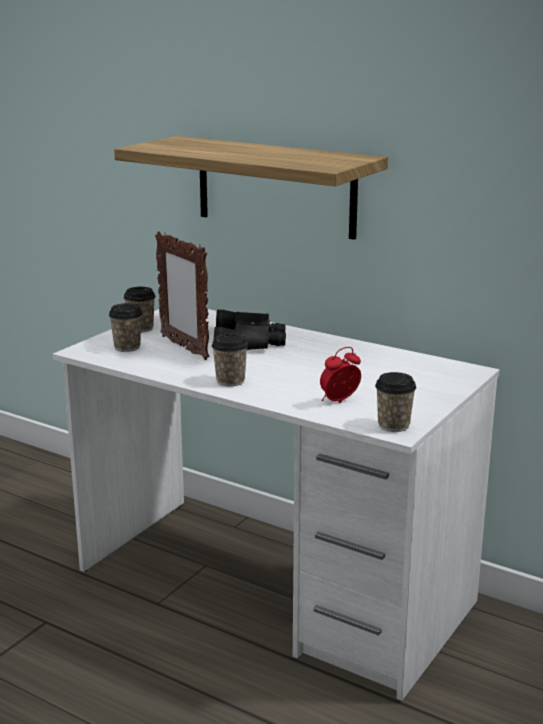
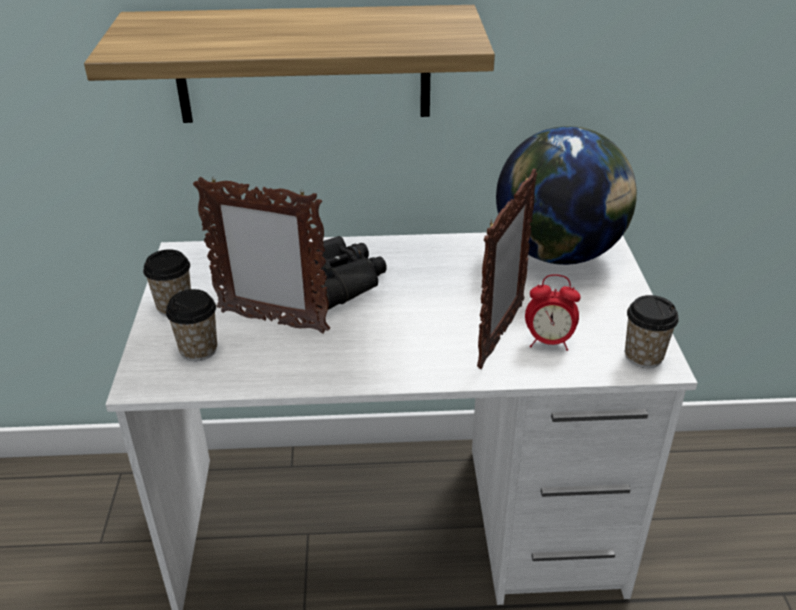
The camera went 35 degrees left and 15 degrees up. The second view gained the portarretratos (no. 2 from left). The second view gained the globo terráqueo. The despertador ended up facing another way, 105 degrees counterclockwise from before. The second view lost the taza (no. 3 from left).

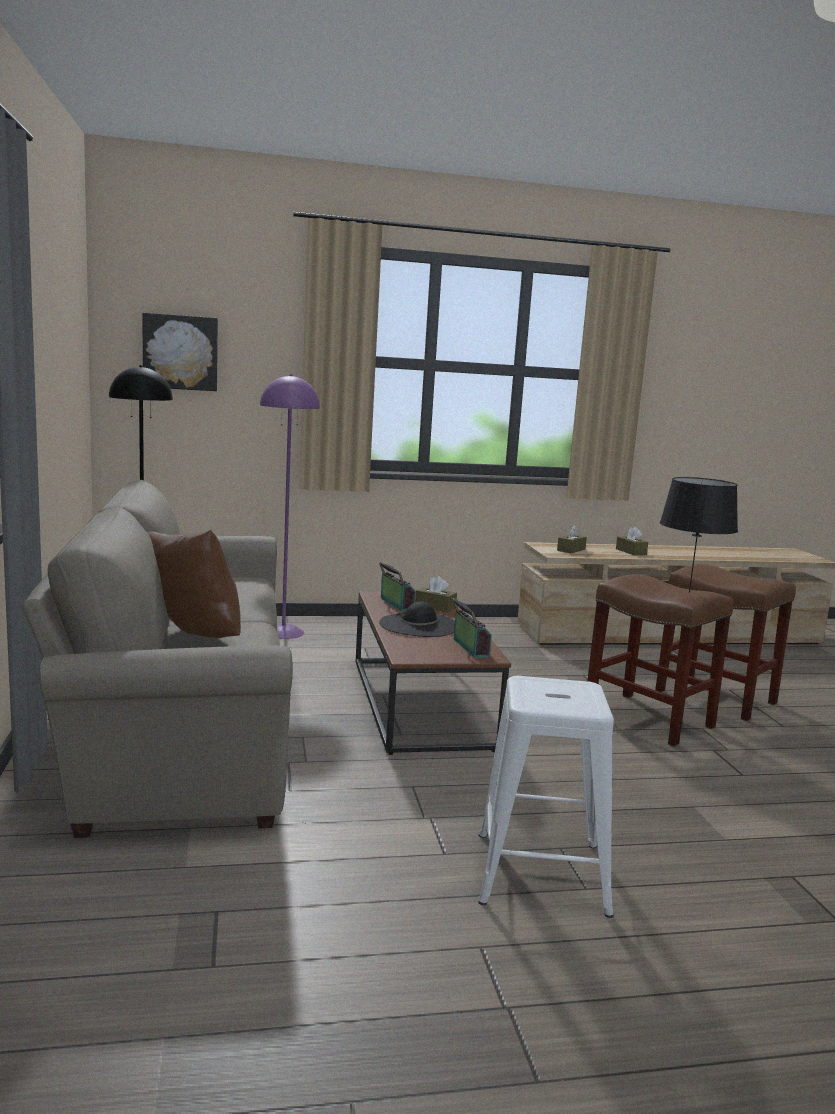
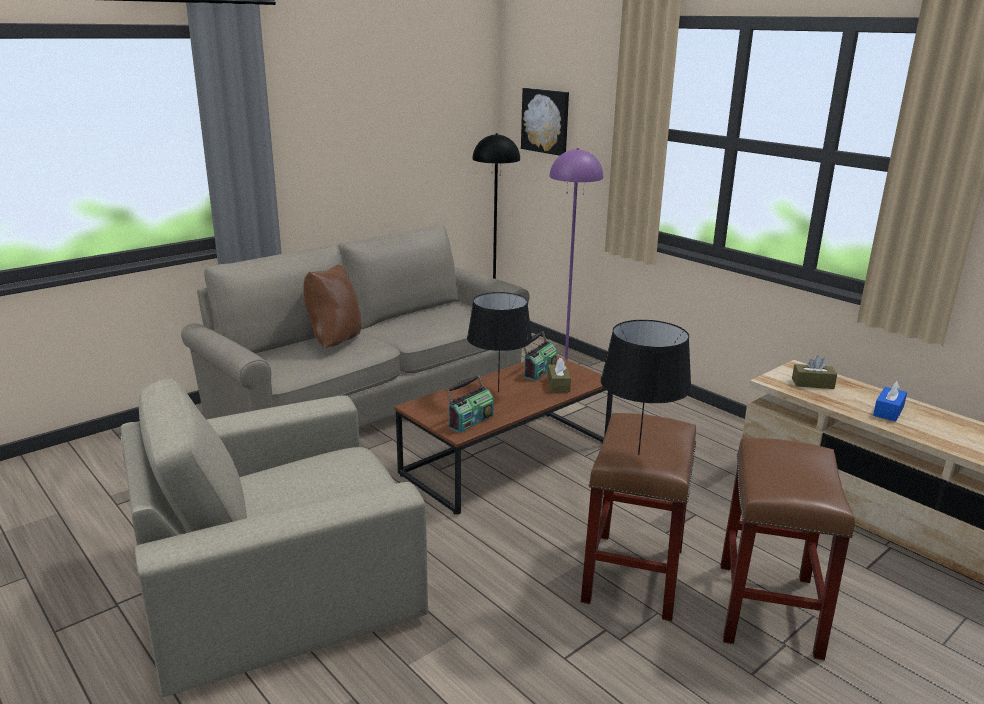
The camera went 60 degrees right and 10 degrees up. Where the taburete/blanco stood, the sillón/beis came to stand. Where the sombrero/negro stood, the lámpara de mesa/negro (no. 1 from left) came to stand. What was the caja de pañuelos/marrón (no. 3 from left) turned into the caja de pañuelos/azul.

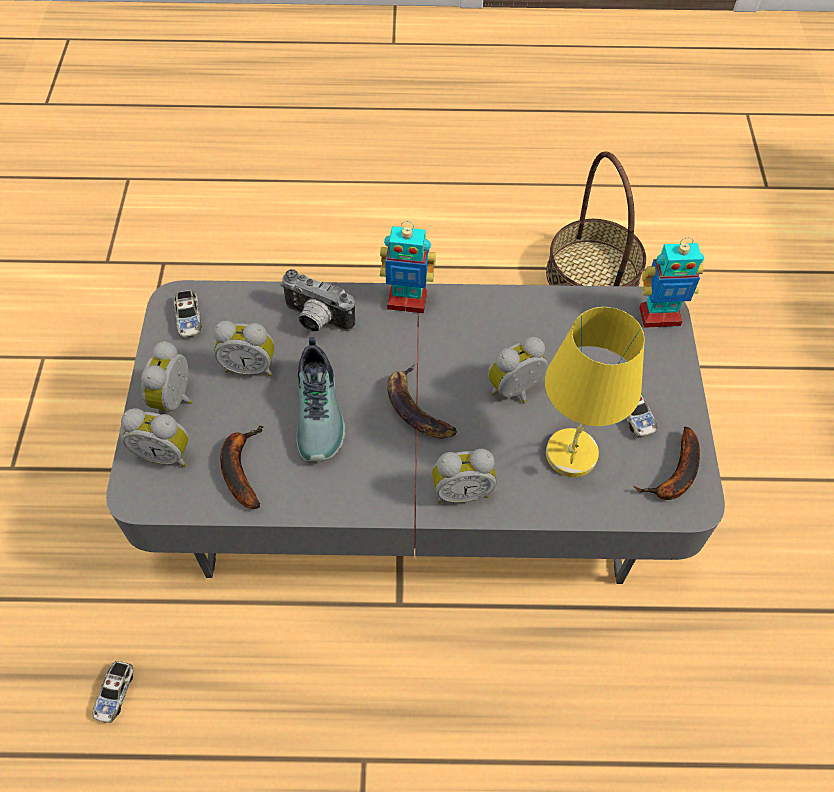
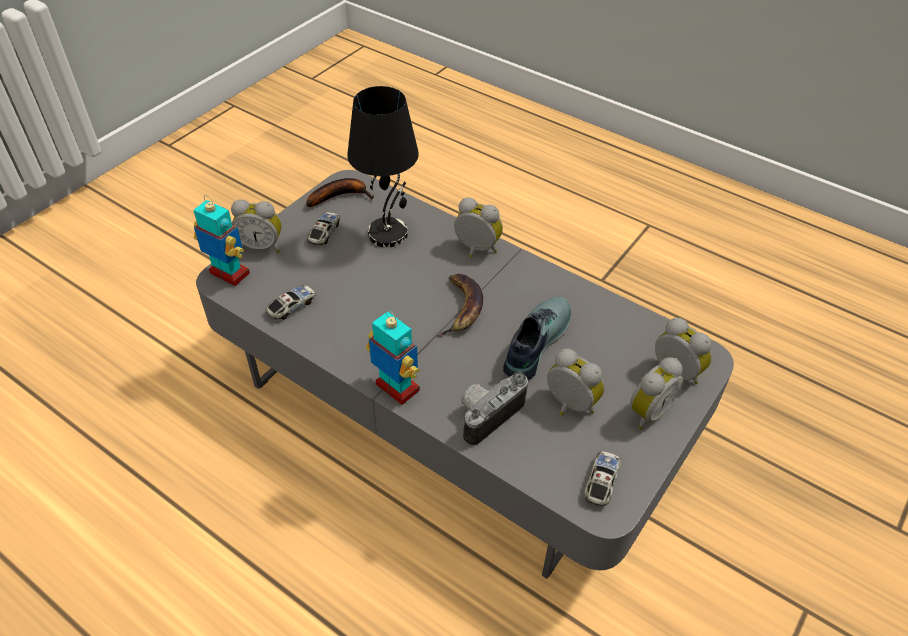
The camera went 145 degrees left and 10 degrees down. The despertador (no. 5 from left in the first image) ended up elsewhere. The coche de juguete (no. 1 from left) ended up elsewhere. What was the lámpara de mesa/amarillo turned into the lámpara de mesa/negro. The cámara ended up facing another way, 105 degrees counterclockwise from before. The second view lost the plátano (no. 1 from left). The second view lost the cesta.

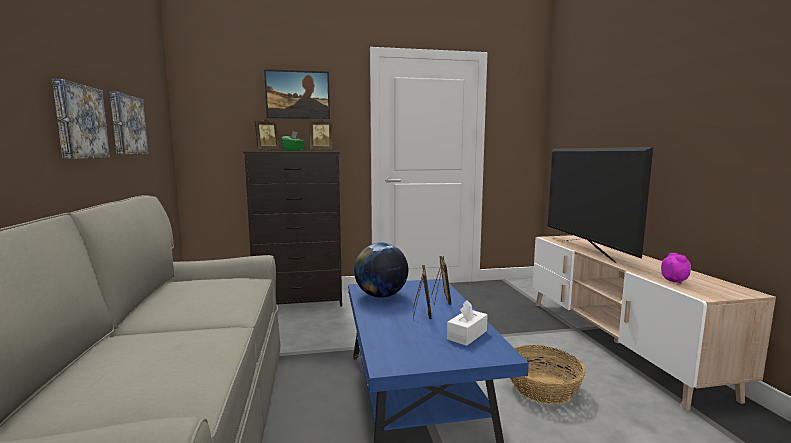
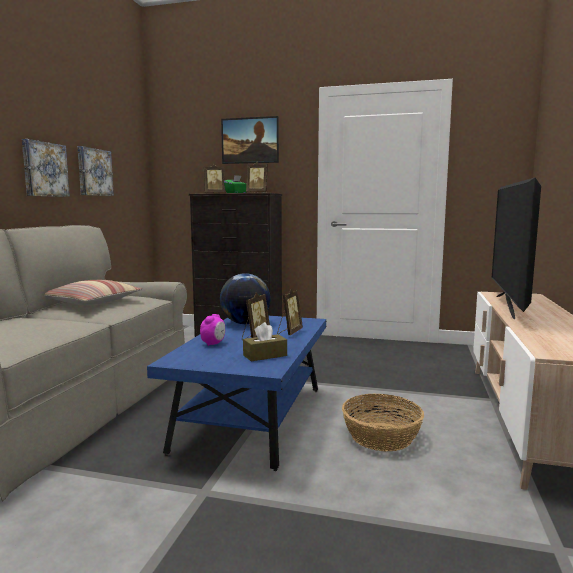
The camera went 25 degrees right and 0 degrees up. The second view gained the cojín. The despertador ended up elsewhere. What was the caja de pañuelos/blanco turned into the caja de pañuelos/marrón.

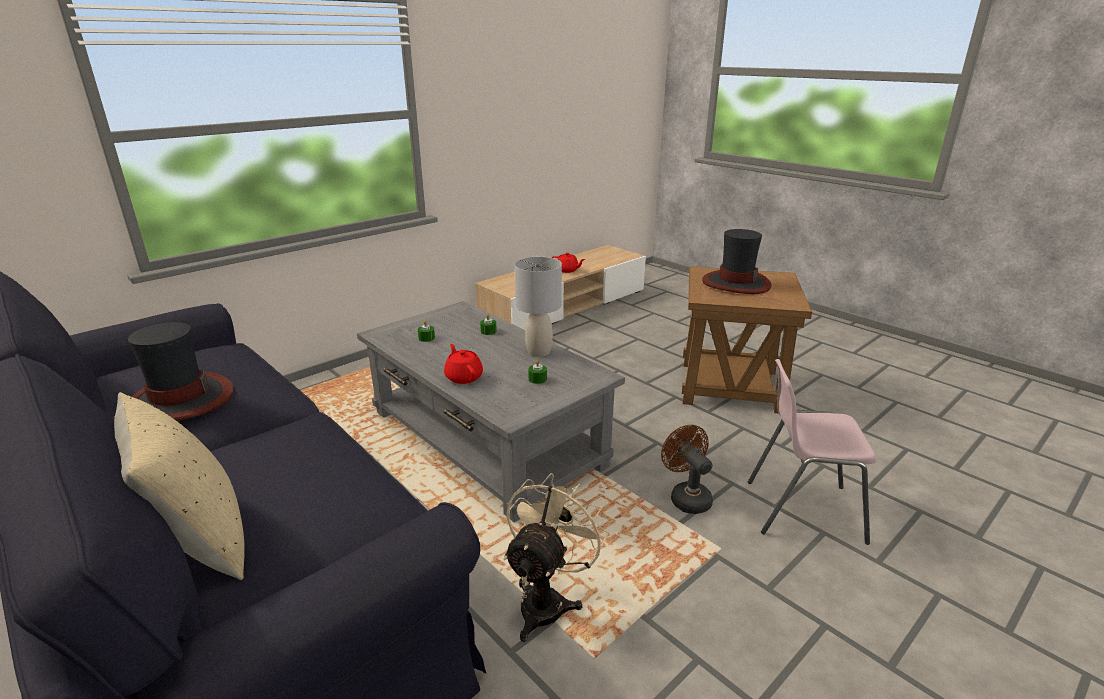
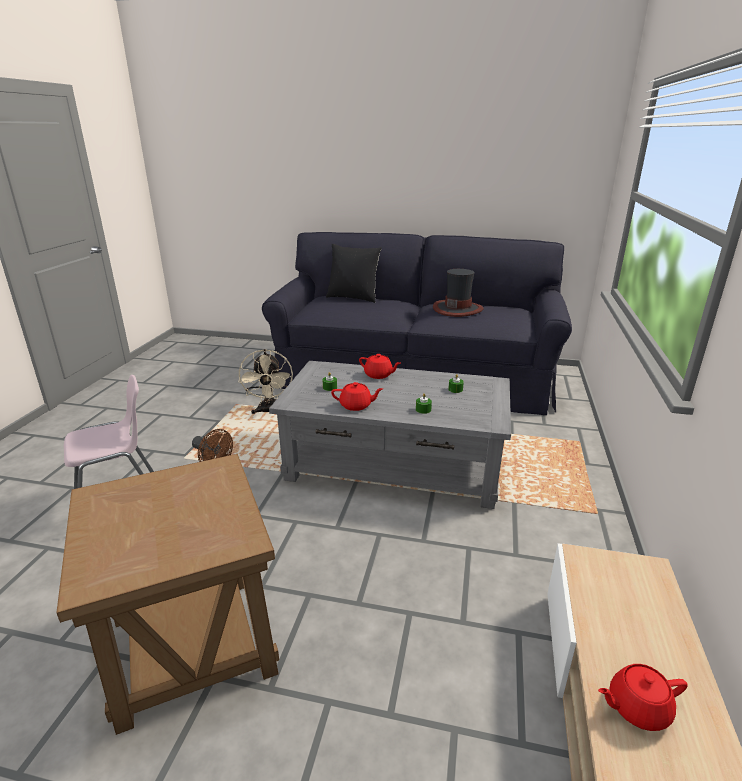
The camera went 145 degrees right and 0 degrees up. What was the cojín/beis turned into the cojín/negro. Where the lámpara de mesa/gris stood, the tetera/rojo (no. 1 from left) came to stand. The second view lost the sombrero (no. 2 from left).

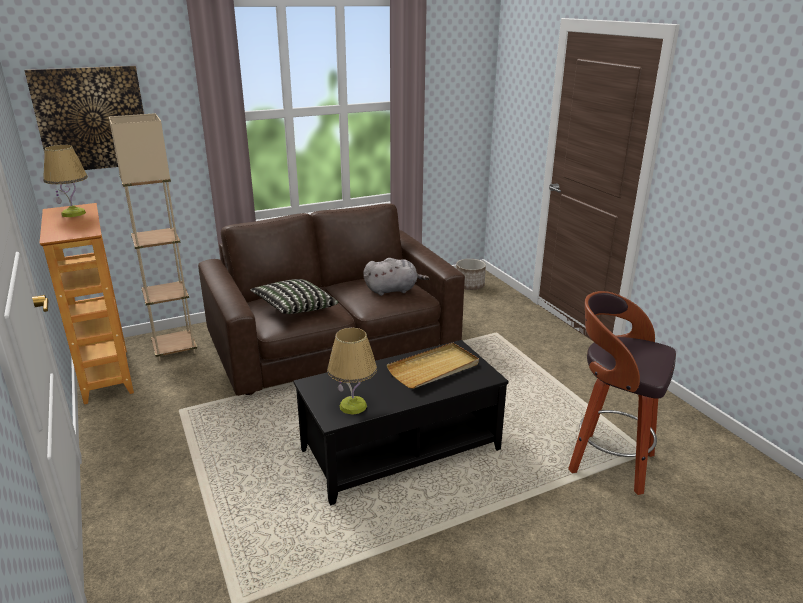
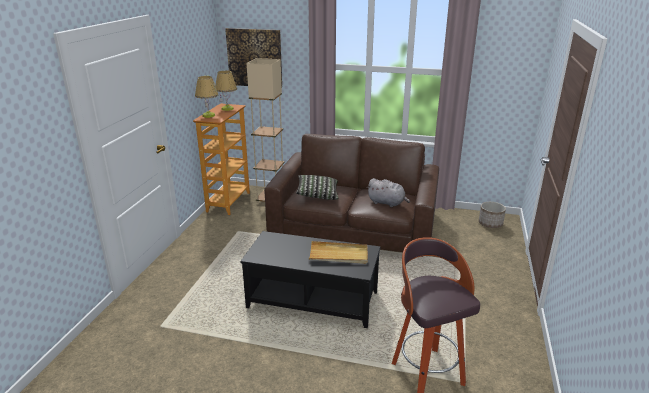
The camera went 40 degrees right and 0 degrees up. The lámpara de mesa (no. 2 from left in the first image) ended up elsewhere.

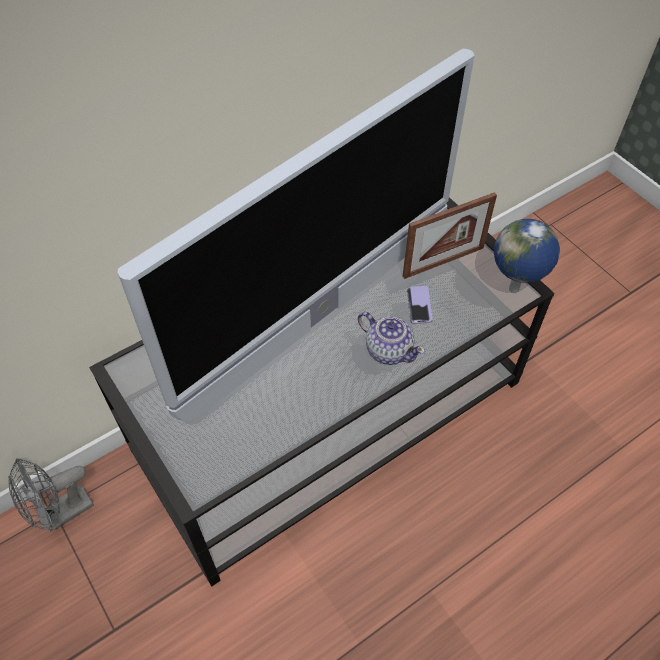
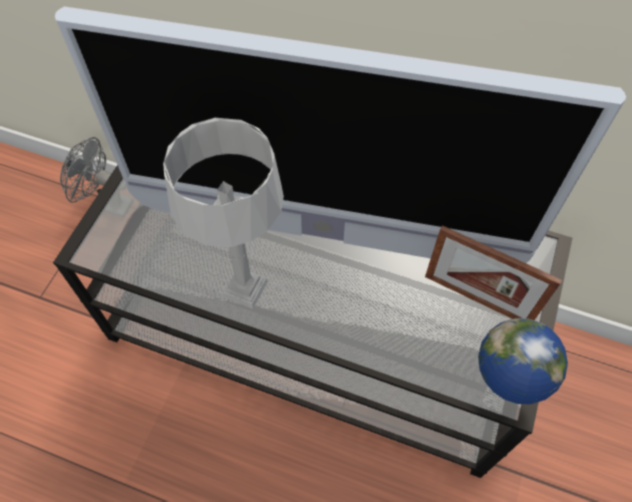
The camera went 55 degrees right and 5 degrees up. The second view gained the lámpara de mesa/gris. The second view lost the tetera. The second view lost the móvil.

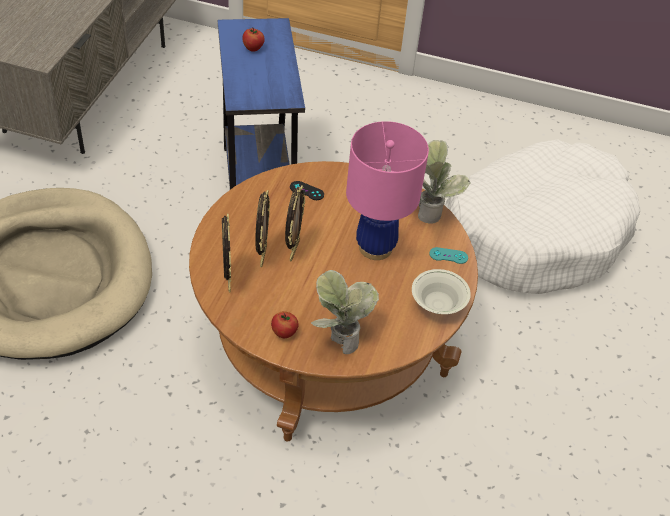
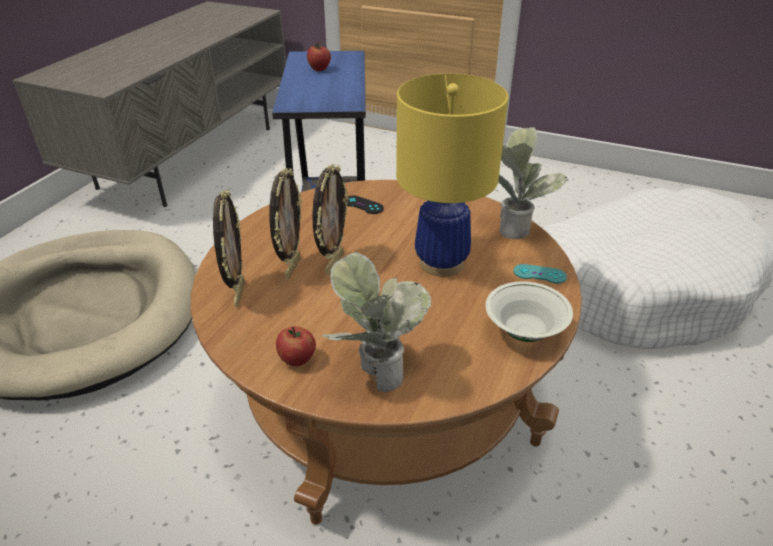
The camera went 10 degrees right and 10 degrees down. What was the lámpara de mesa/rosa turned into the lámpara de mesa/amarillo.

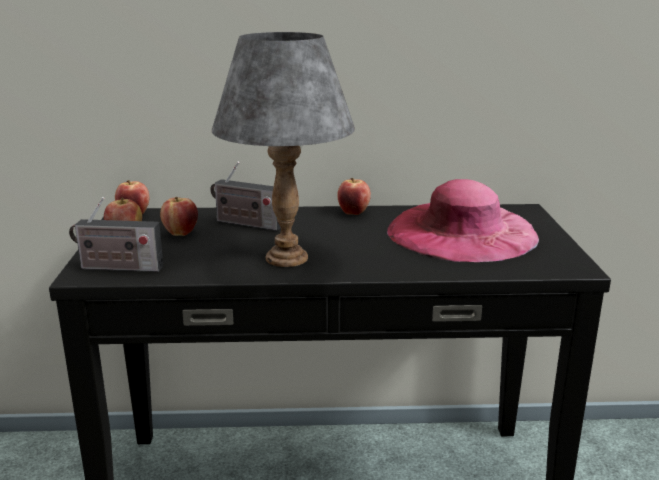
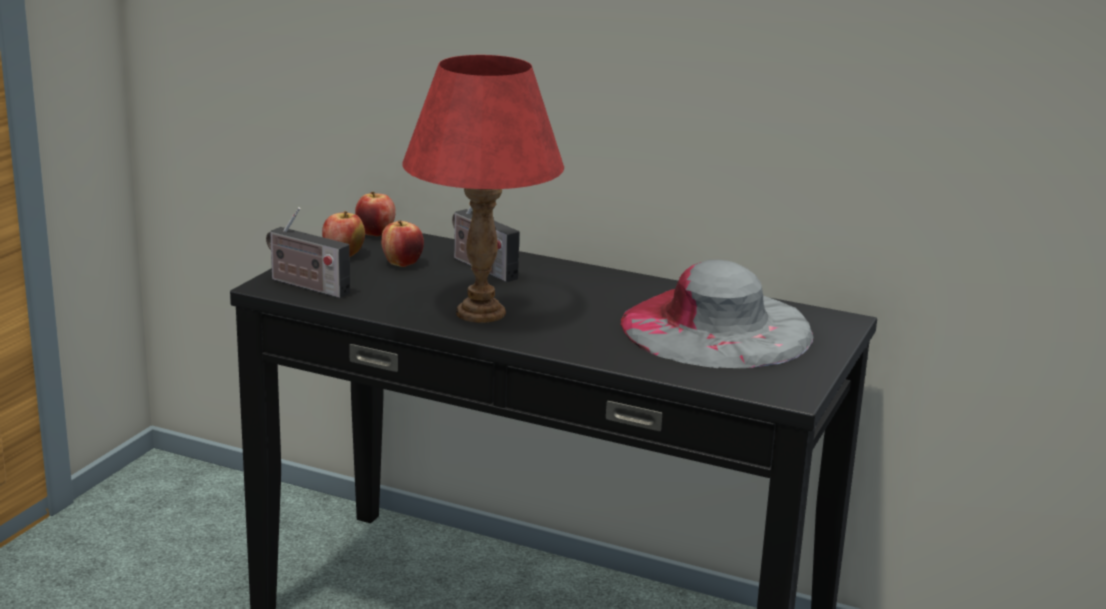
The camera went 25 degrees right and 0 degrees up. What was the lámpara de mesa/gris turned into the lámpara de mesa/rojo. What was the sombrero/rosa turned into the sombrero/gris. The second view lost the manzana (no. 4 from left).

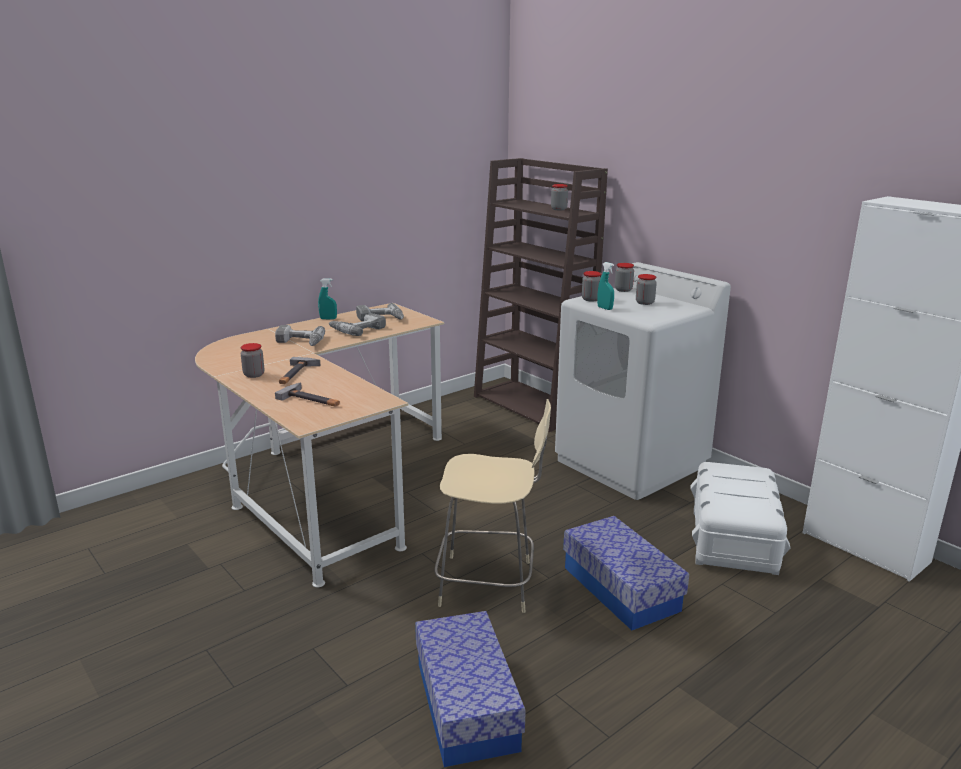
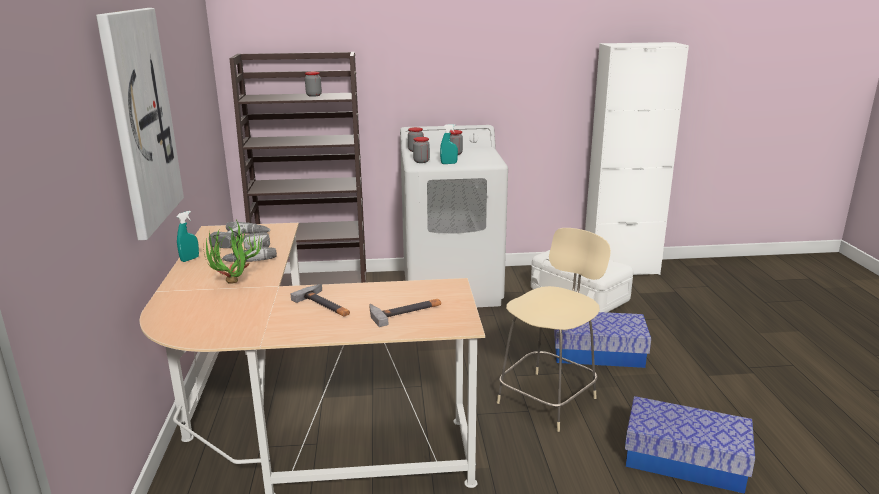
The camera went 55 degrees left and 0 degrees up. The second view gained the cuadro. Where the taladro (no. 1 from left) stood, the planta en maceta came to stand. The second view lost the tarro (no. 1 from left).

